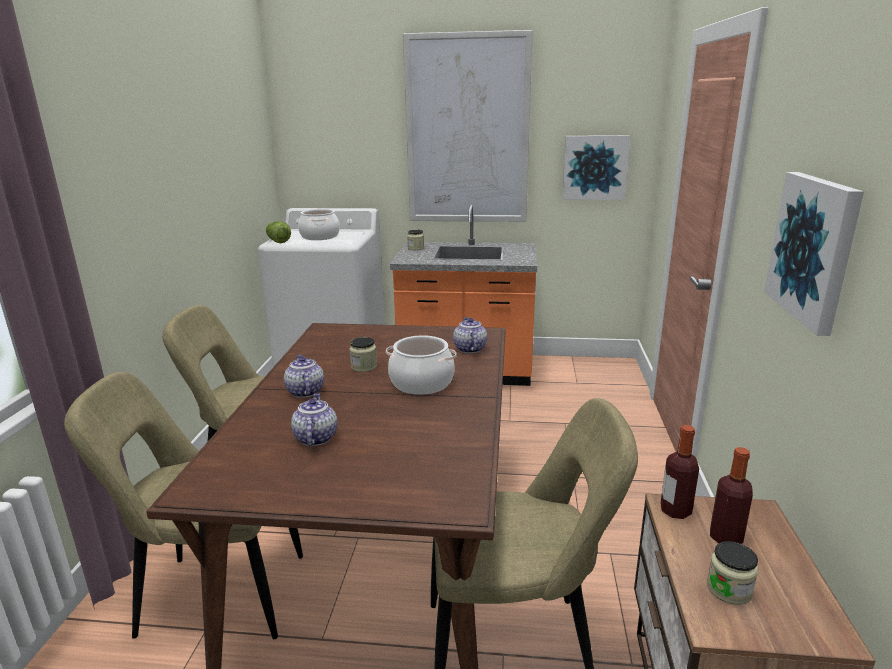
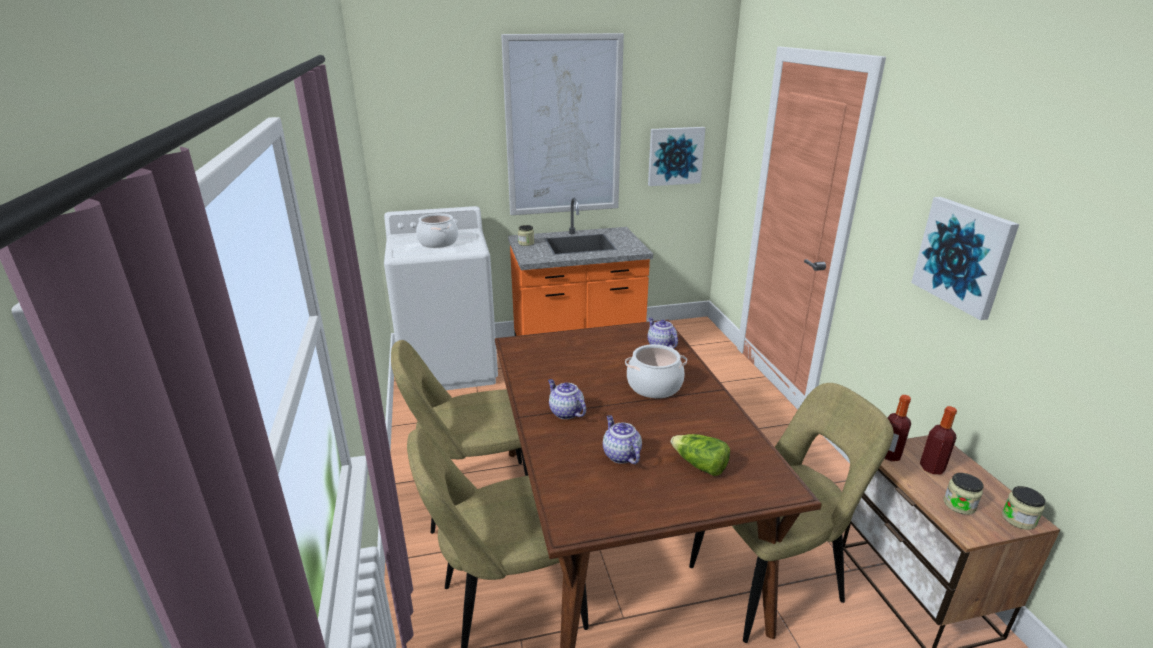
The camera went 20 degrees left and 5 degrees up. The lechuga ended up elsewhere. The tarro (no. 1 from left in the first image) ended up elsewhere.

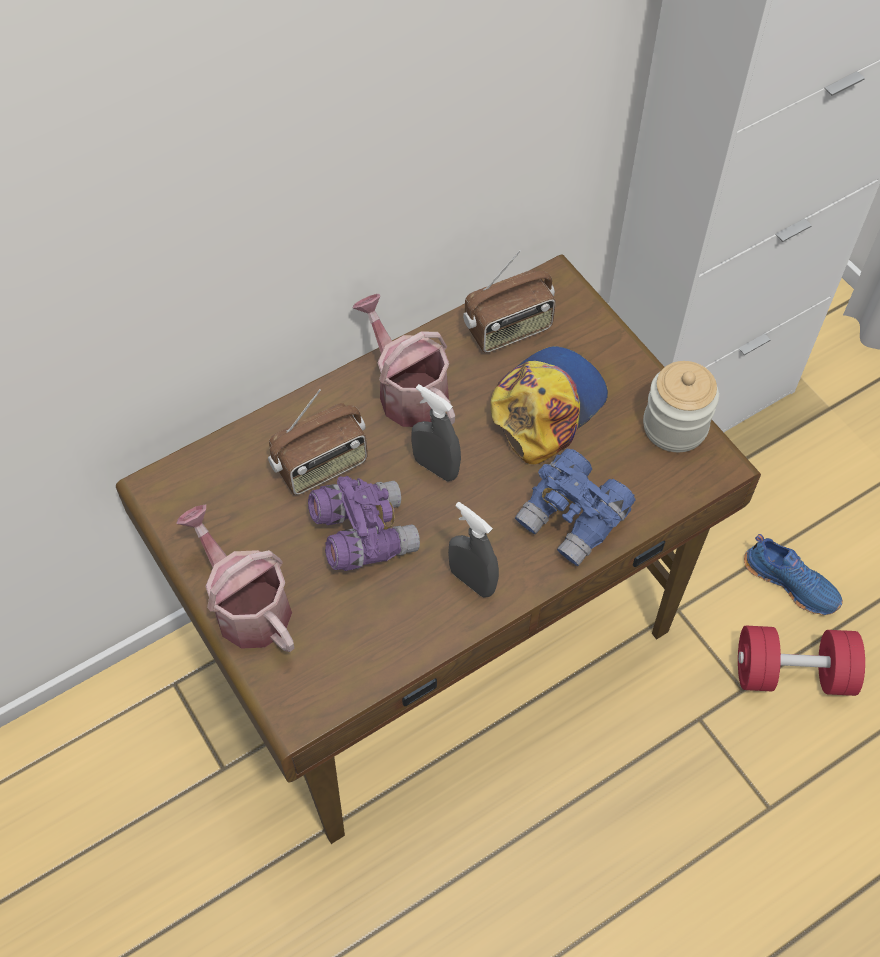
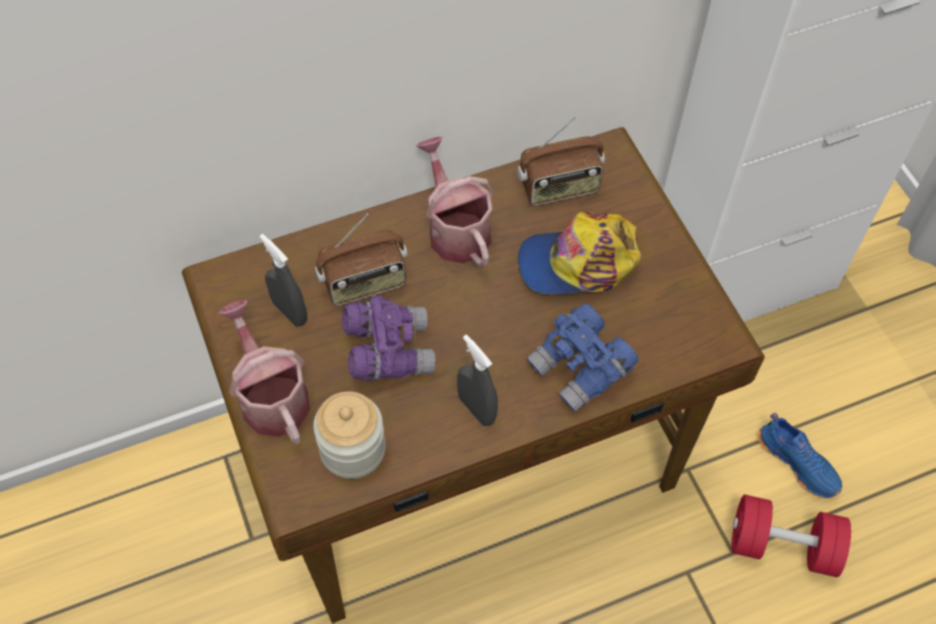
The camera went 10 degrees right and 0 degrees up. The pulverizador/gris (no. 1 from left) ended up elsewhere. The tarro ended up elsewhere. The gorra ended up facing another way, 150 degrees counterclockwise from before.

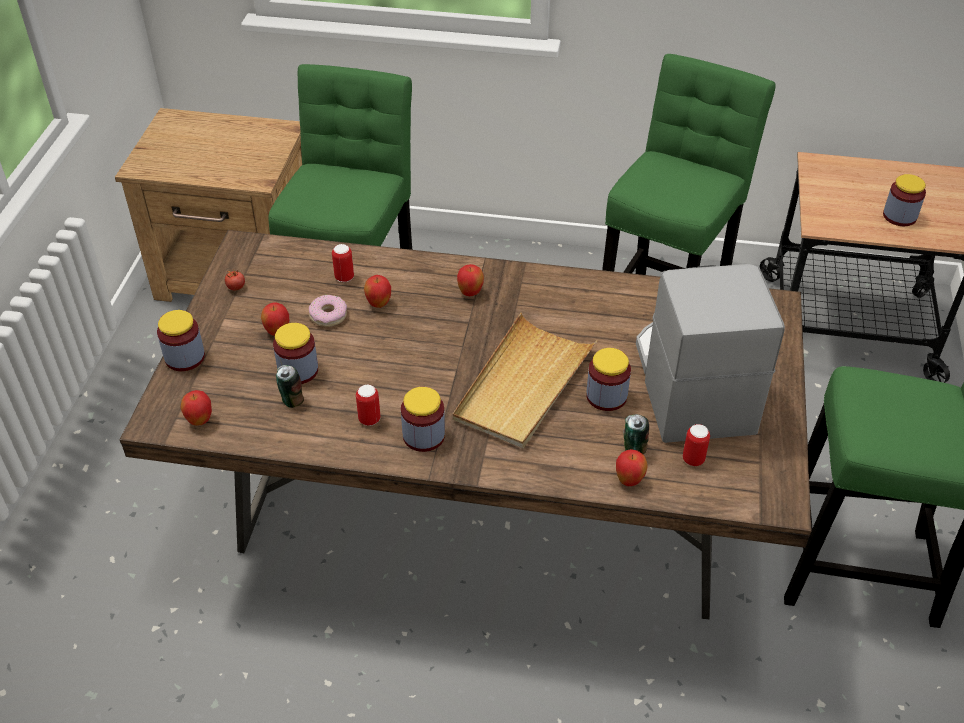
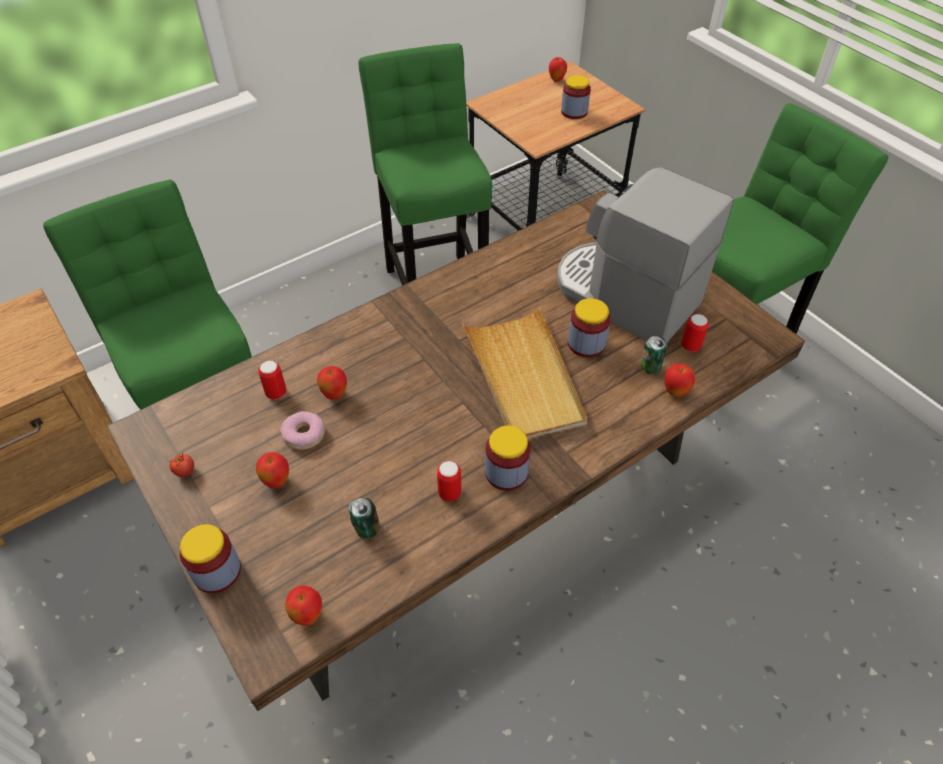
The camera went 45 degrees left and 5 degrees up. The manzana (no. 4 from left) ended up elsewhere. The second view lost the tarro (no. 2 from left).

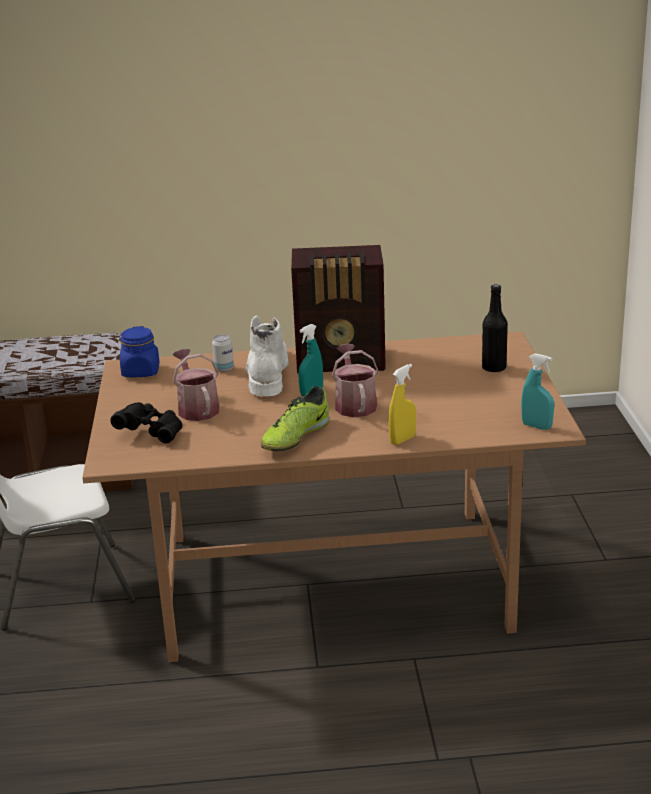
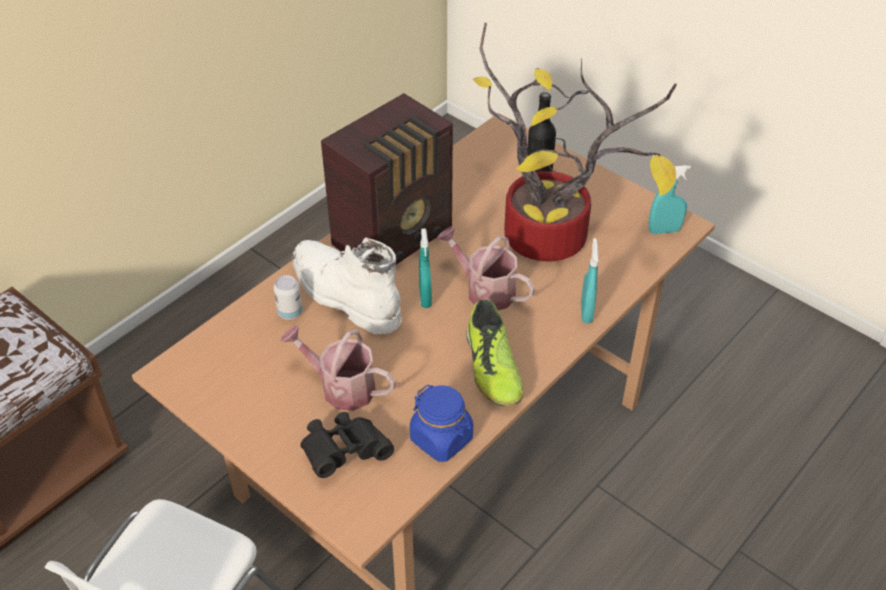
The camera went 45 degrees left and 20 degrees up. The tarro/azul ended up elsewhere. The second view gained the planta en maceta. What was the pulverizador/amarillo turned into the pulverizador/turquesa (no. 2 from left).

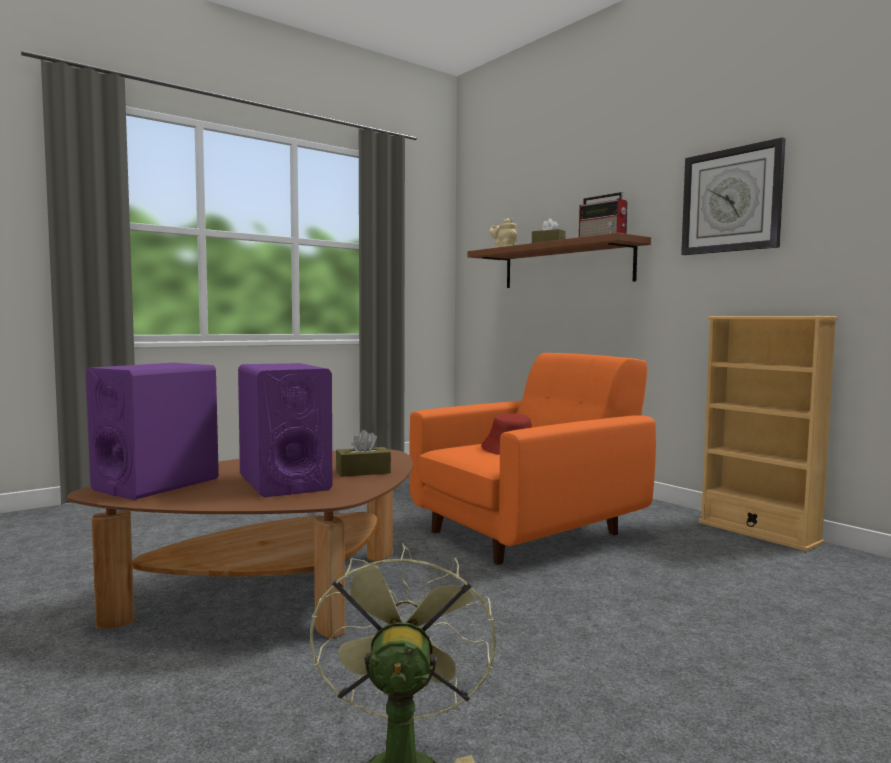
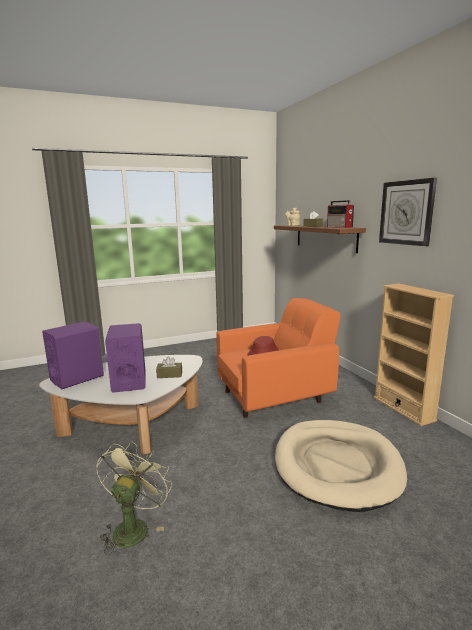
The camera went 15 degrees right and 10 degrees up. What was the mesa de centro/marrón turned into the mesa de centro/blanco. The second view gained the cama para perro/beis.

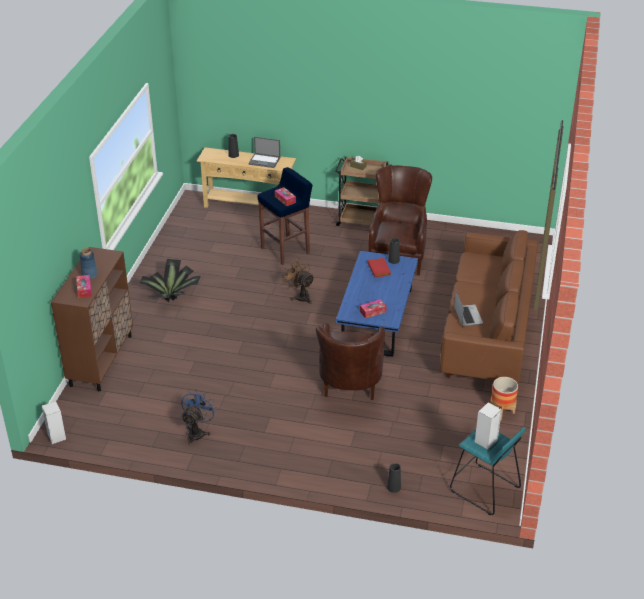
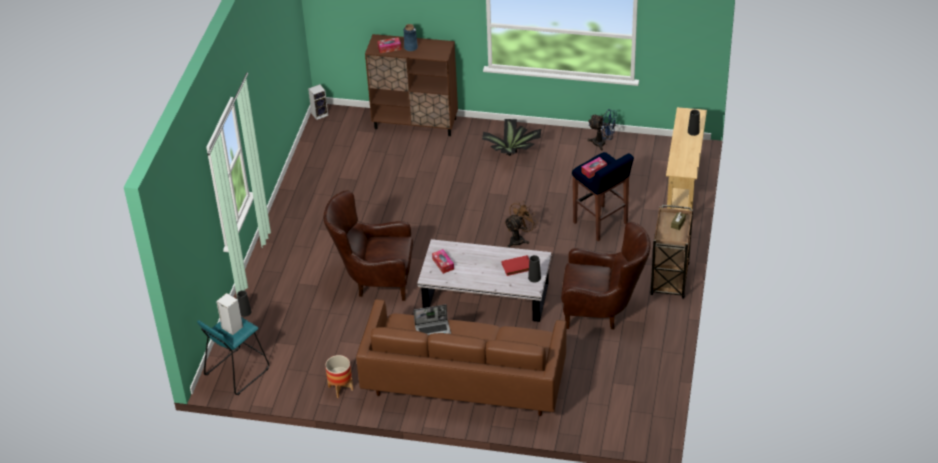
The camera went 90 degrees right and 5 degrees up. What was the mesa de centro/azul turned into the mesa de centro/blanco. The ventilador/azul ended up elsewhere. The second view lost the portátil (no. 1 from left).

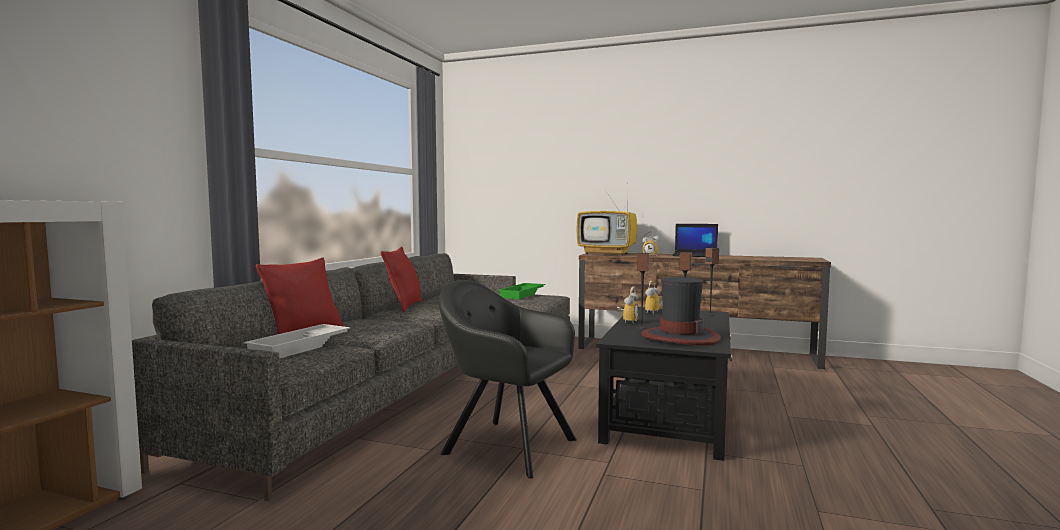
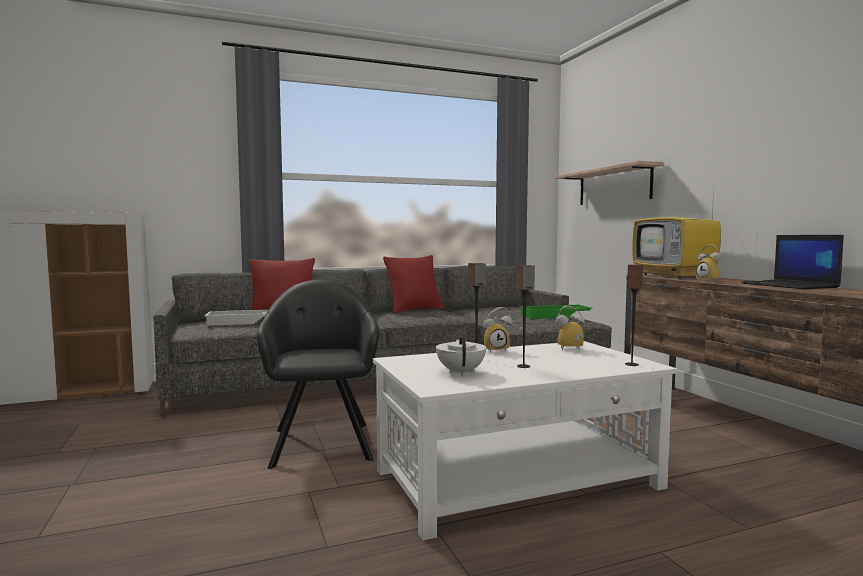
The camera went 50 degrees right and 0 degrees up. What was the mesa de centro/negro turned into the mesa de centro/blanco. Where the sombrero stood, the tetera/blanco came to stand. The second view gained the estante.

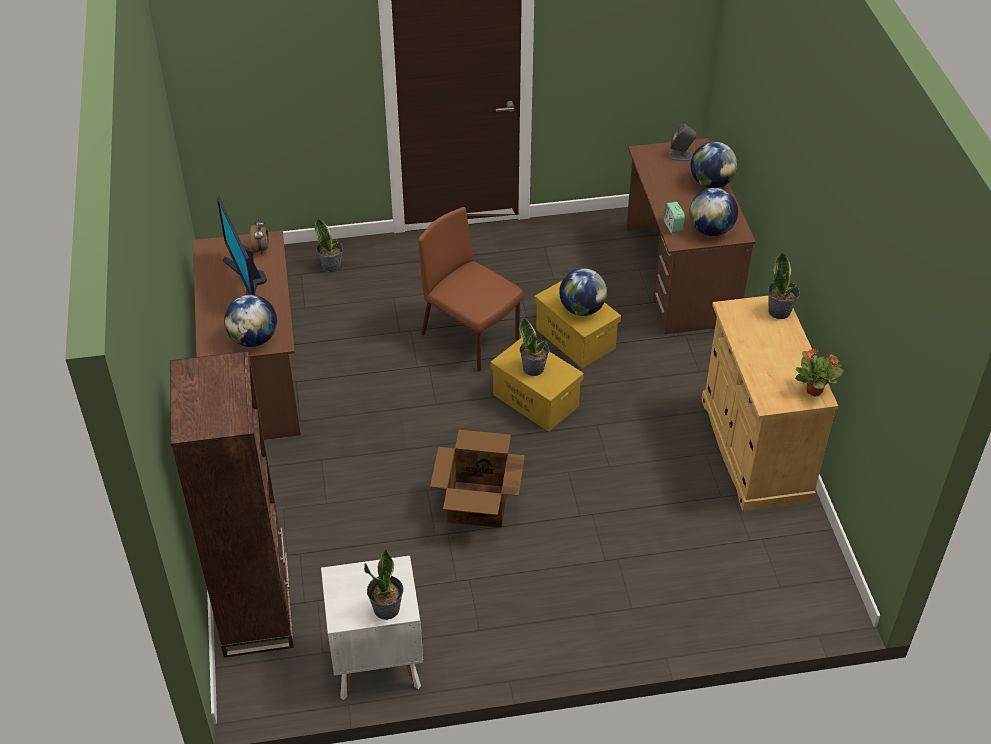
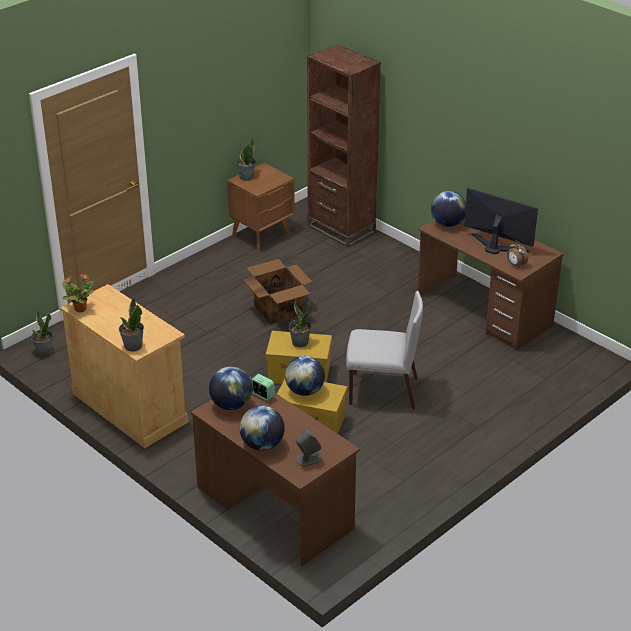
The camera went 145 degrees right and 10 degrees down. The planta en maceta (no. 1 from left) ended up elsewhere. What was the mesita de noche/blanco turned into the mesita de noche/marrón. What was the silla/marrón turned into the silla/gris.

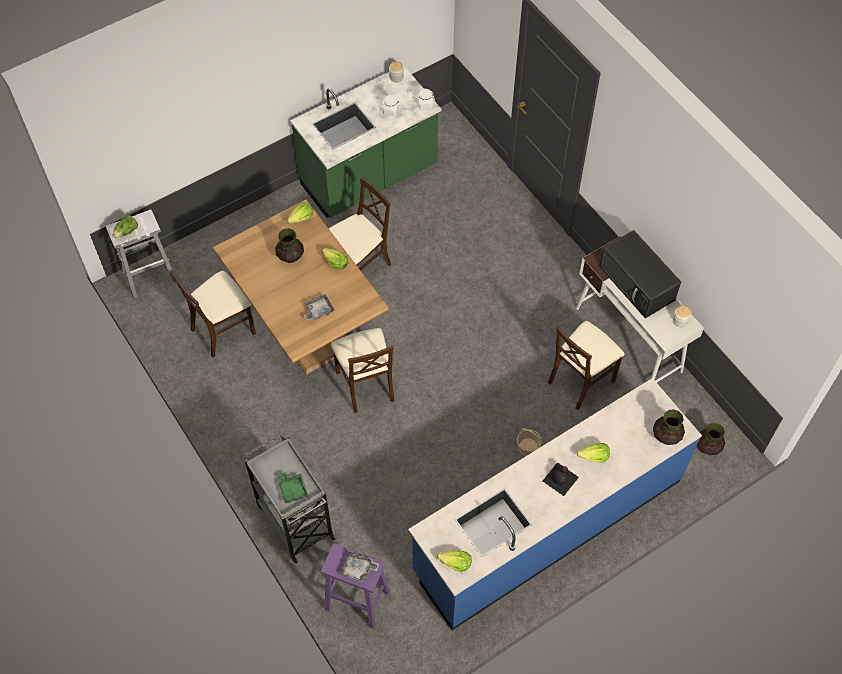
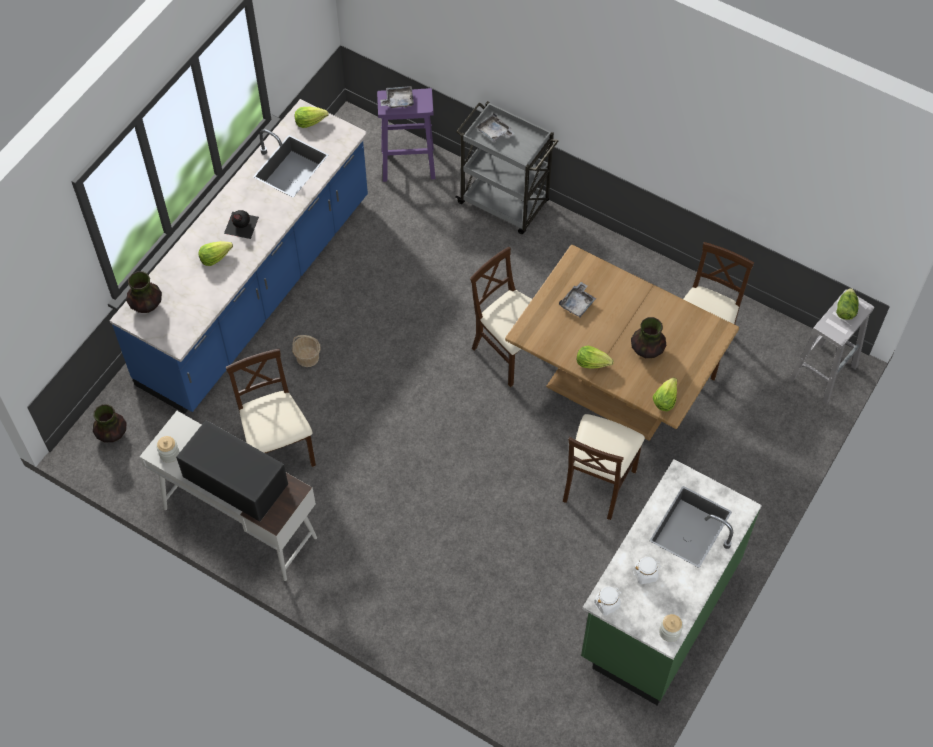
The camera went 155 degrees right and 0 degrees up. The silla/beis (no. 4 from left in the first image) ended up facing another way, 45 degrees counterclockwise from before. What was the bandeja/verde turned into the bandeja/gris (no. 2 from left).

